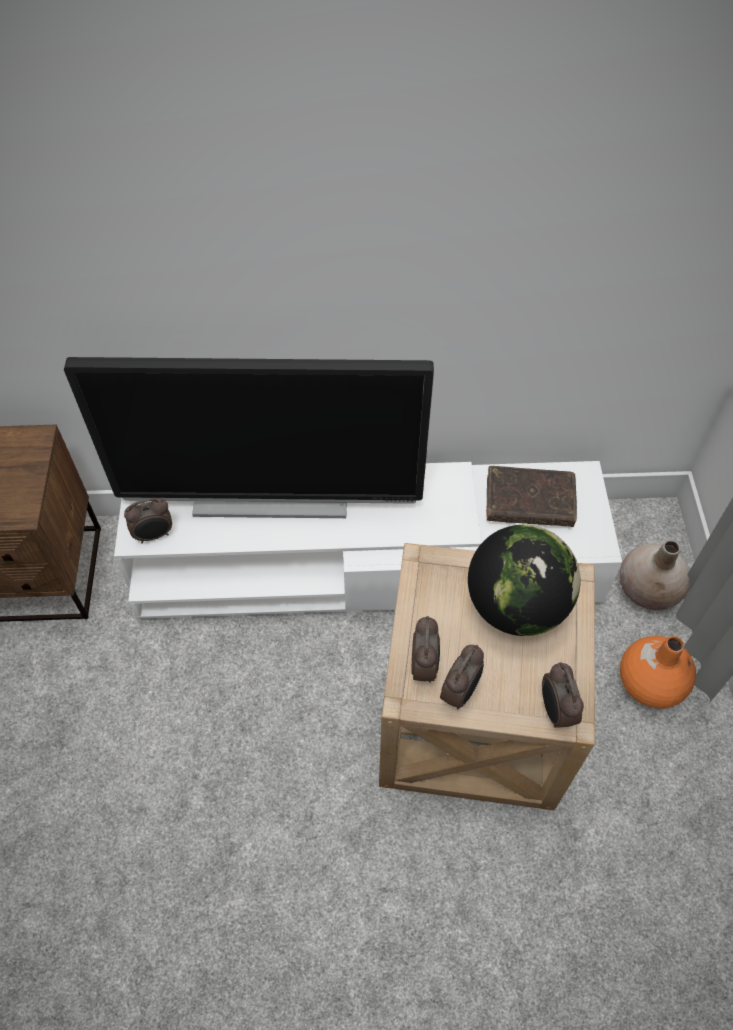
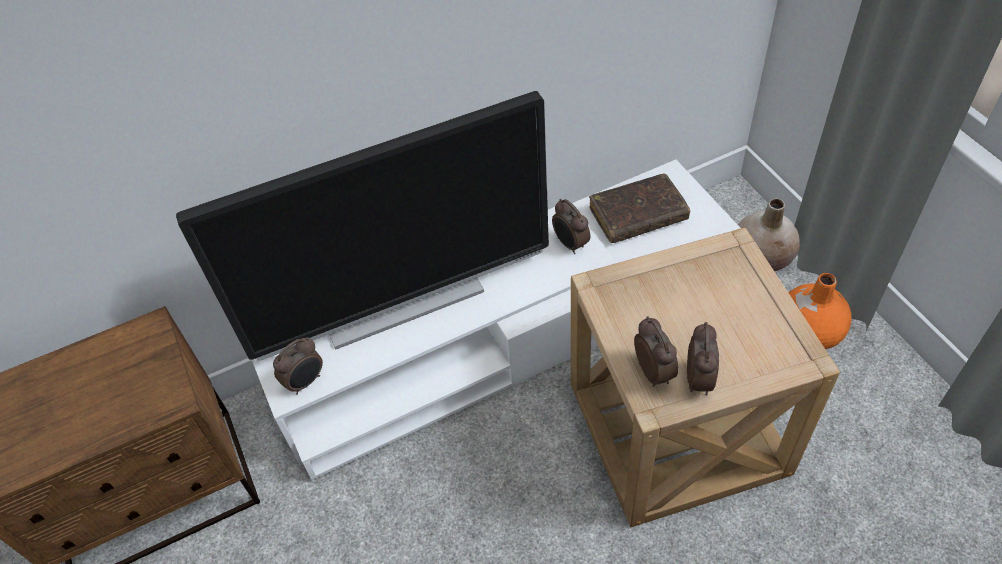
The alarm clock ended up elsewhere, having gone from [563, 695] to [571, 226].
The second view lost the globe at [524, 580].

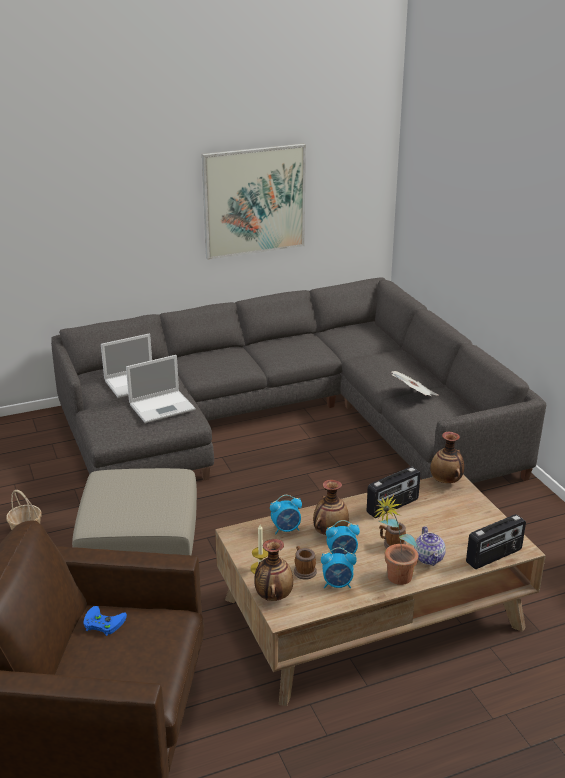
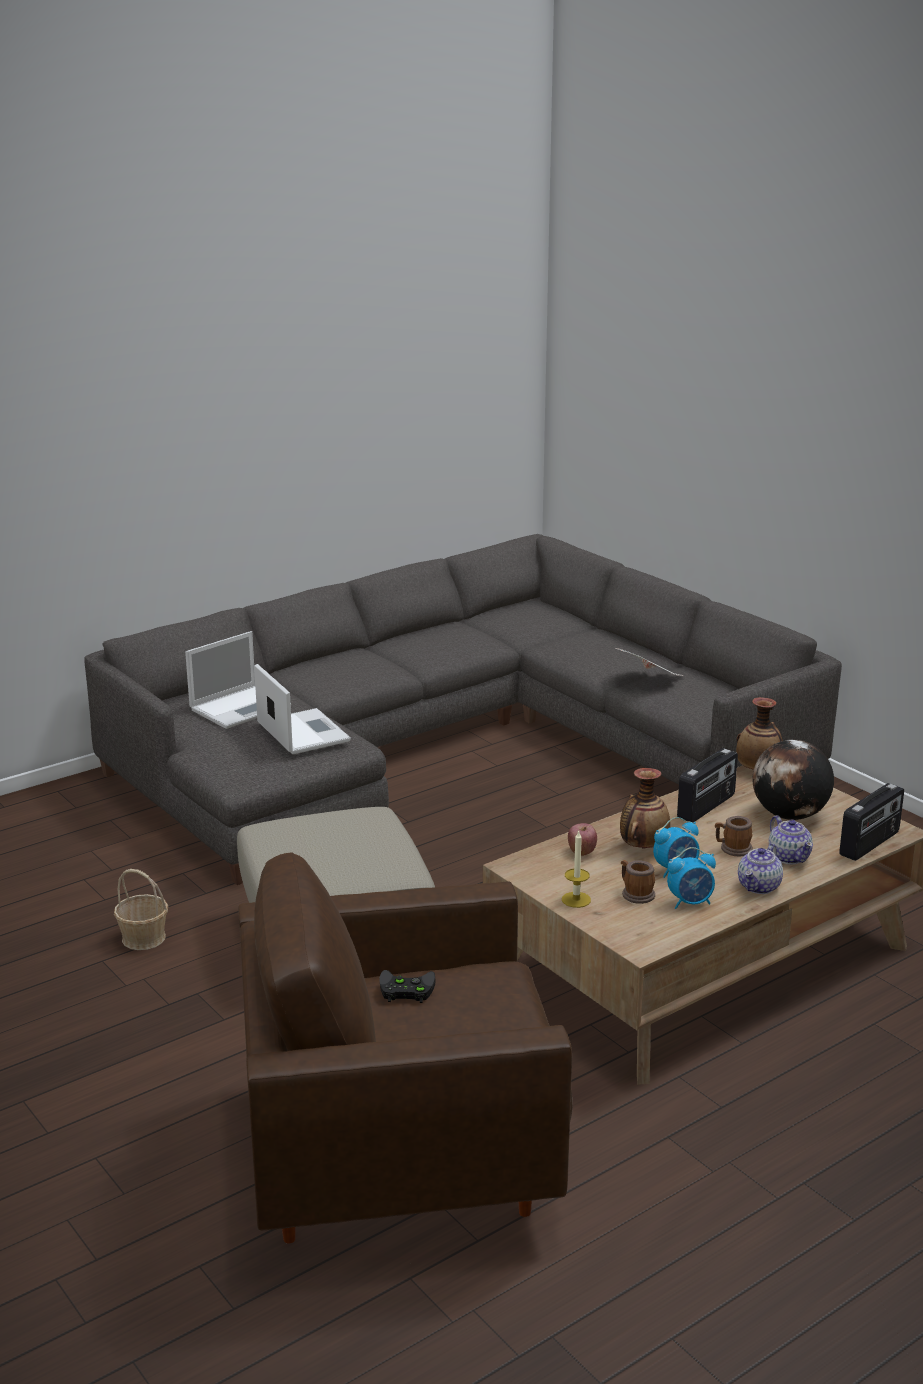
The laptop at [160, 389] ended up facing another way, 75 degrees counterclockwise from before.
What was the joypad/blue at [105, 621] turned into the joypad/black at [407, 986].
Where the alarm clock stood at [286, 515], the apple fruit came to stand at [582, 839].
Where the potted plant stood at [397, 540], the tea pot came to stand at [760, 868].
The second view gained the globe at [793, 779].
The second view lost the picture at [254, 202].
The second view lost the decorative vase at [273, 570].

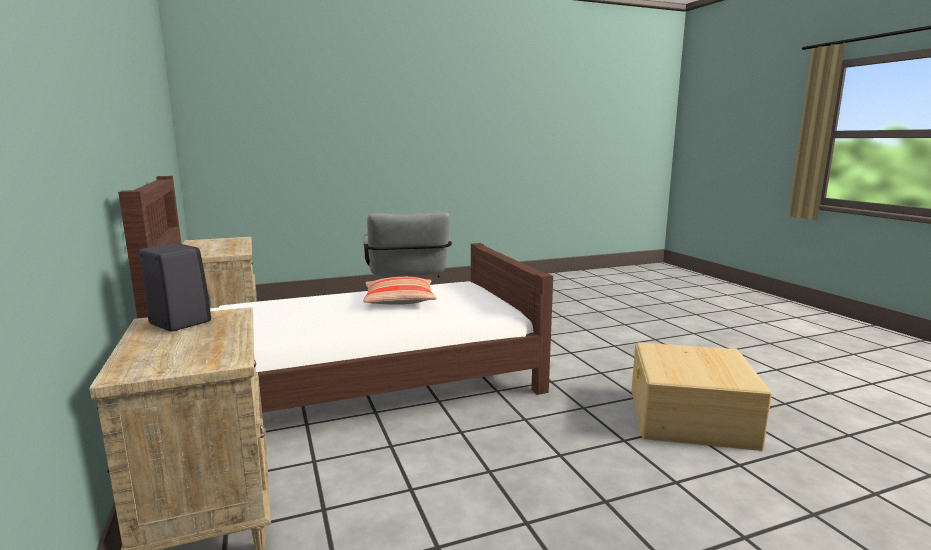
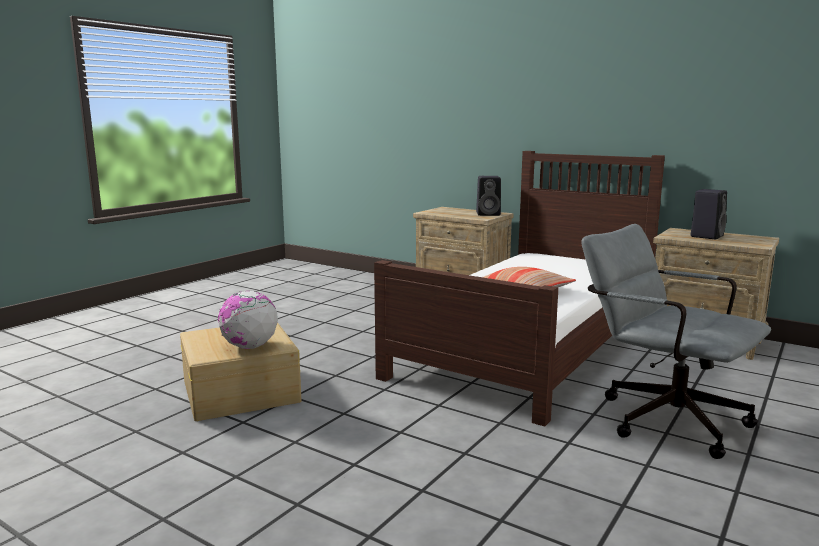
The second view gained the globe at [248, 320].
The second view gained the speaker/black at [709, 214].

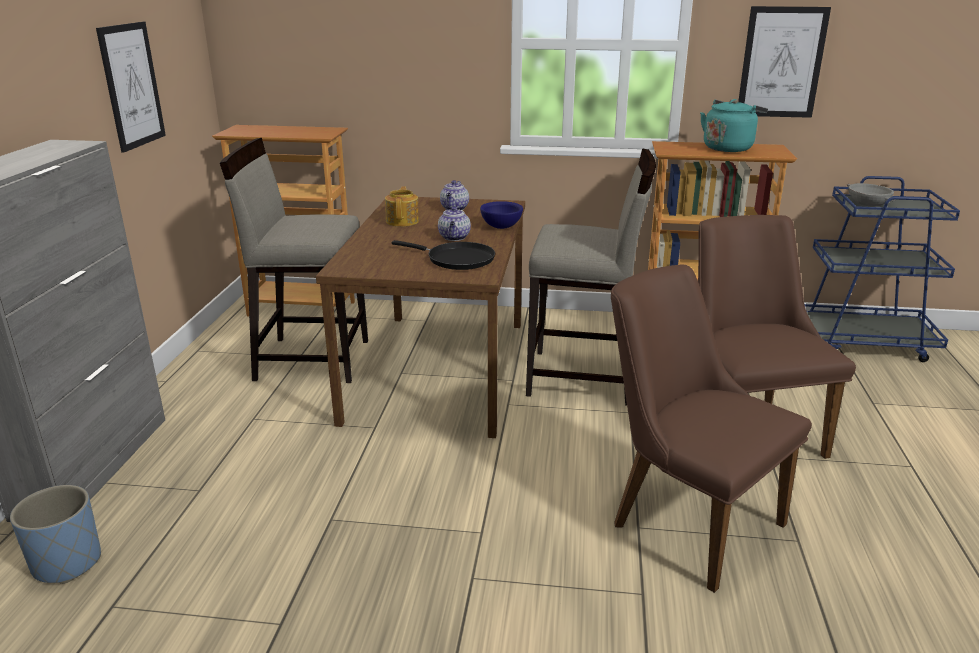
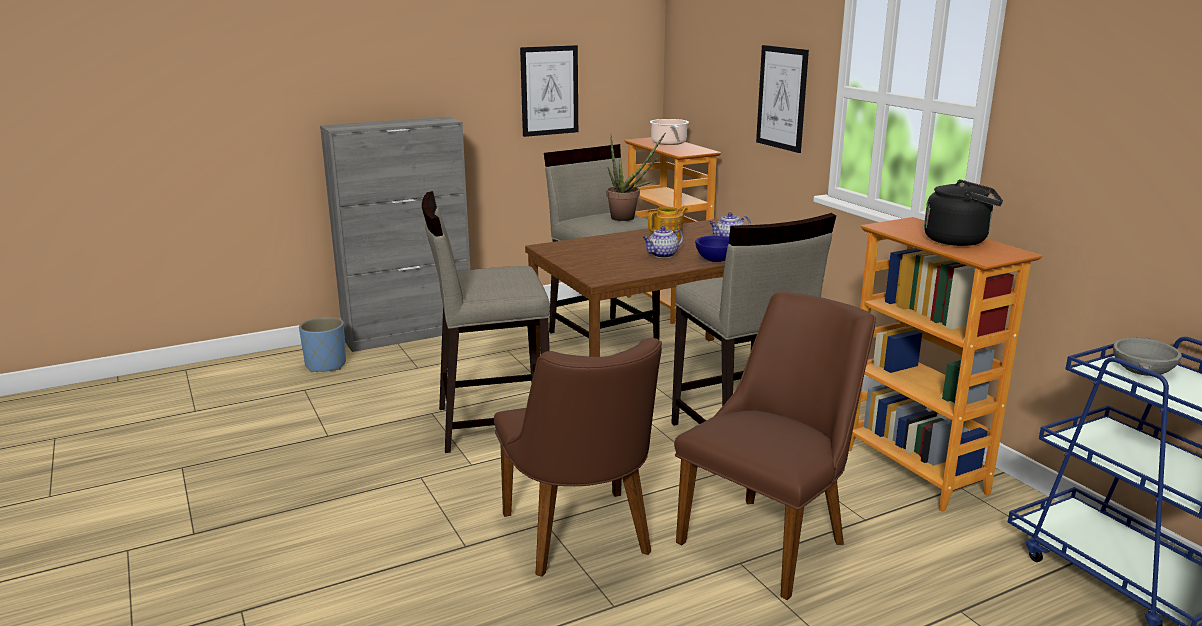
The second view gained the stool/sand-coloured at [486, 322].
The plain chair/brown-coloured at [711, 429] ended up facing another way, 150 degrees clockwise from before.
The second view gained the potted plant at [636, 176].
The second view gained the stockpot at [669, 132].
The picture ended up elsewhere, having gone from [784, 62] to [782, 99].
What was the kettle/blue-green at [734, 125] turned into the kettle/black at [963, 213].
The second view lost the frying pan/black at [443, 255].

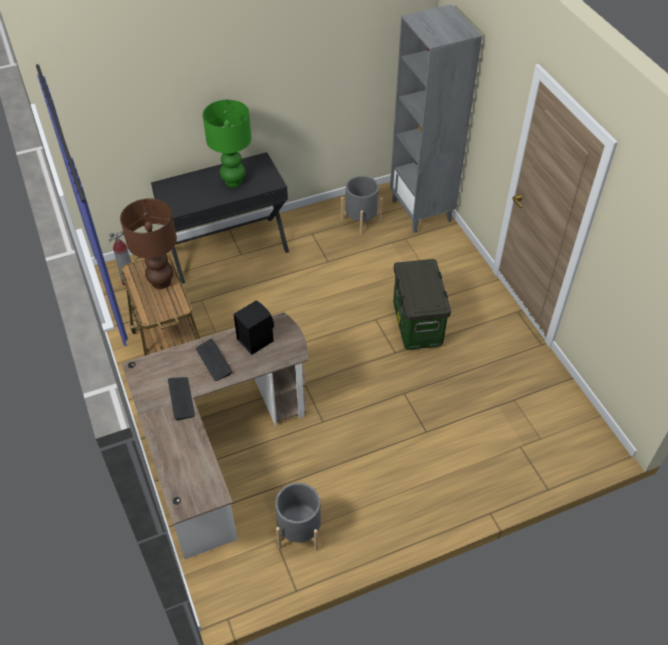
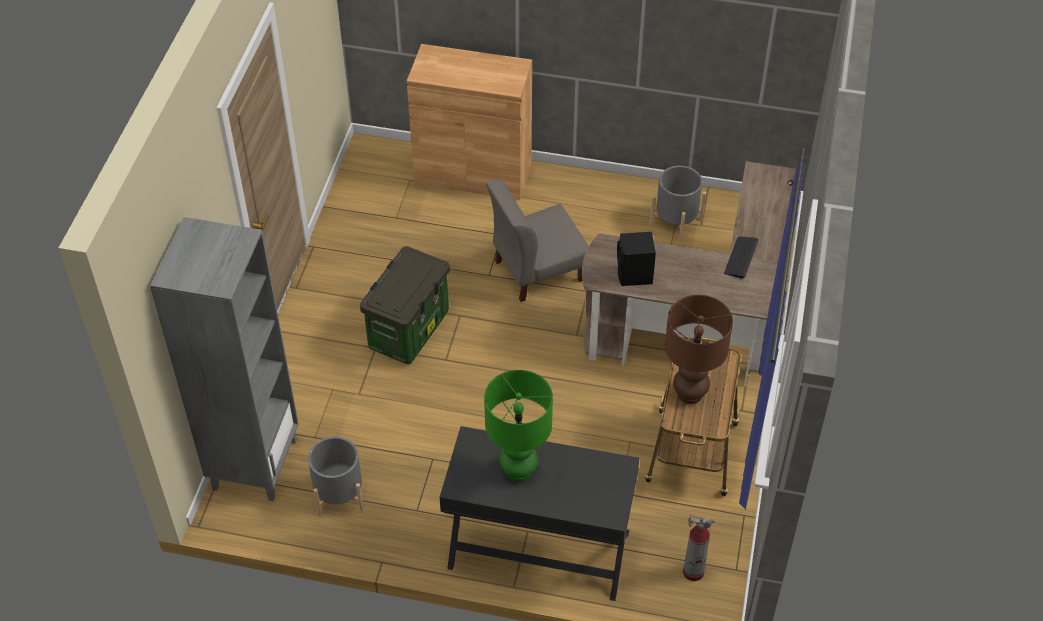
The second view gained the cupboard/brown-coloured at [469, 122].
The second view gained the plain chair/greyish at [537, 241].
The second view lost the keyboard at [214, 360].

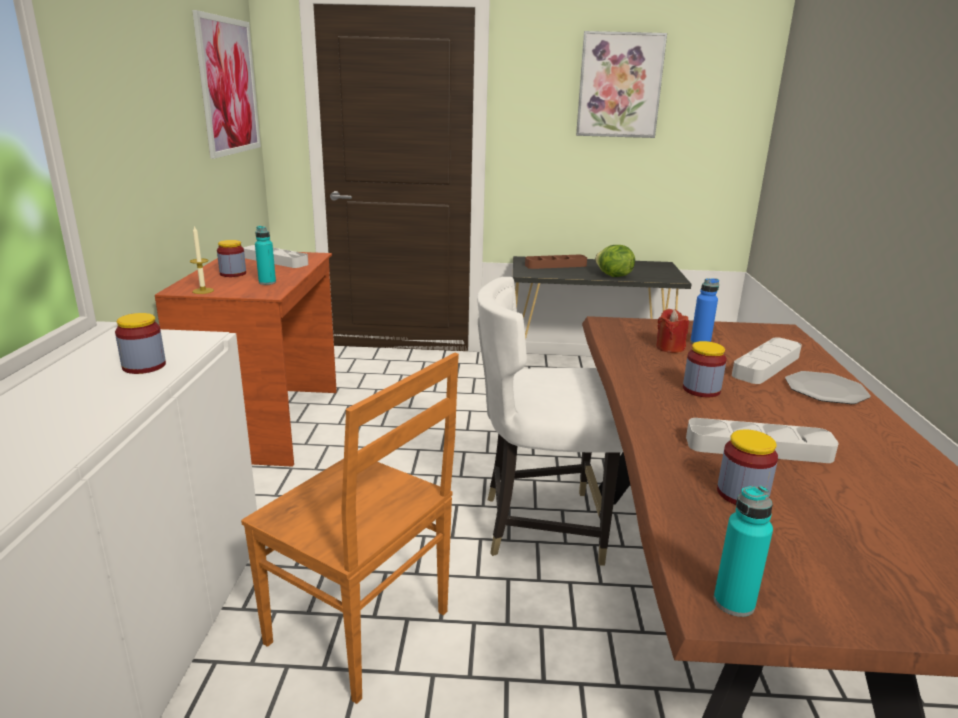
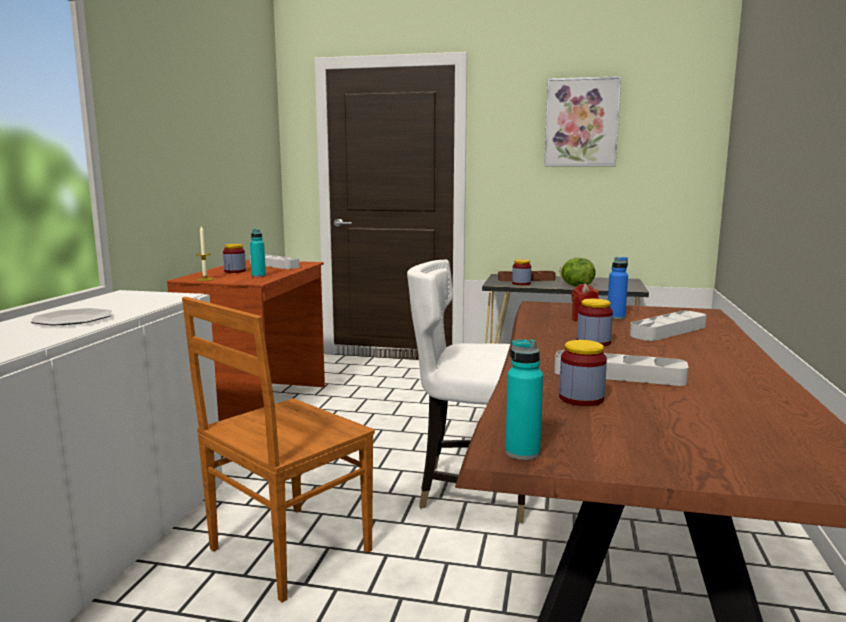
The plate ended up elsewhere, having gone from [828, 387] to [71, 317].
The plain chair/brown-coloured at [350, 528] ended up facing another way, 90 degrees clockwise from before.
The storage jar ended up elsewhere, having gone from [140, 343] to [521, 272].
The second view lost the picture at [226, 84].

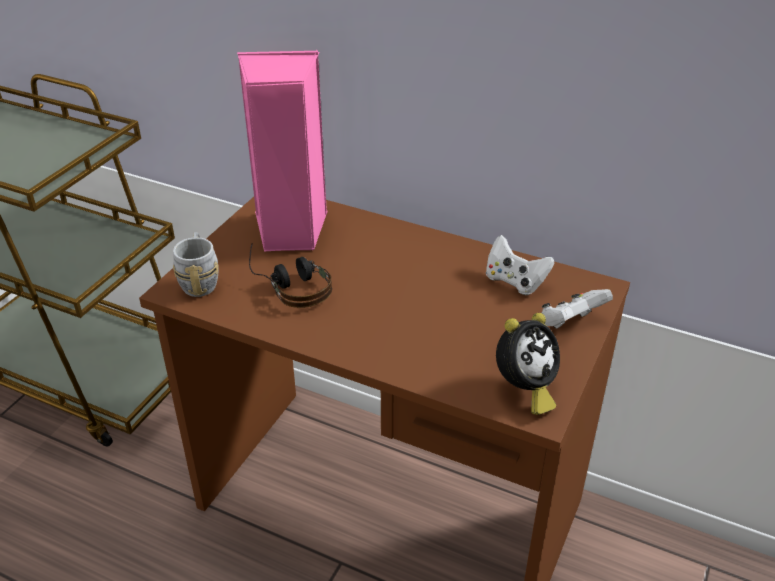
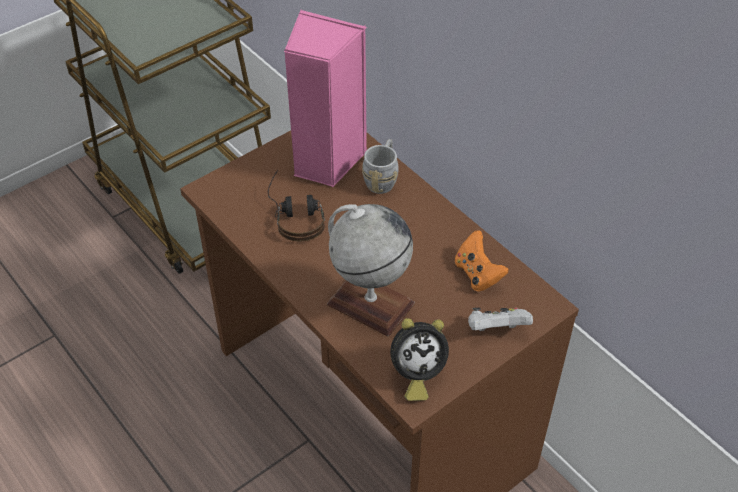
The second view gained the globe at [371, 270].
The mug/greyish ended up elsewhere, having gone from [196, 264] to [380, 166].
What was the joypad/whitish at [520, 265] turned into the joypad/orange at [482, 261].

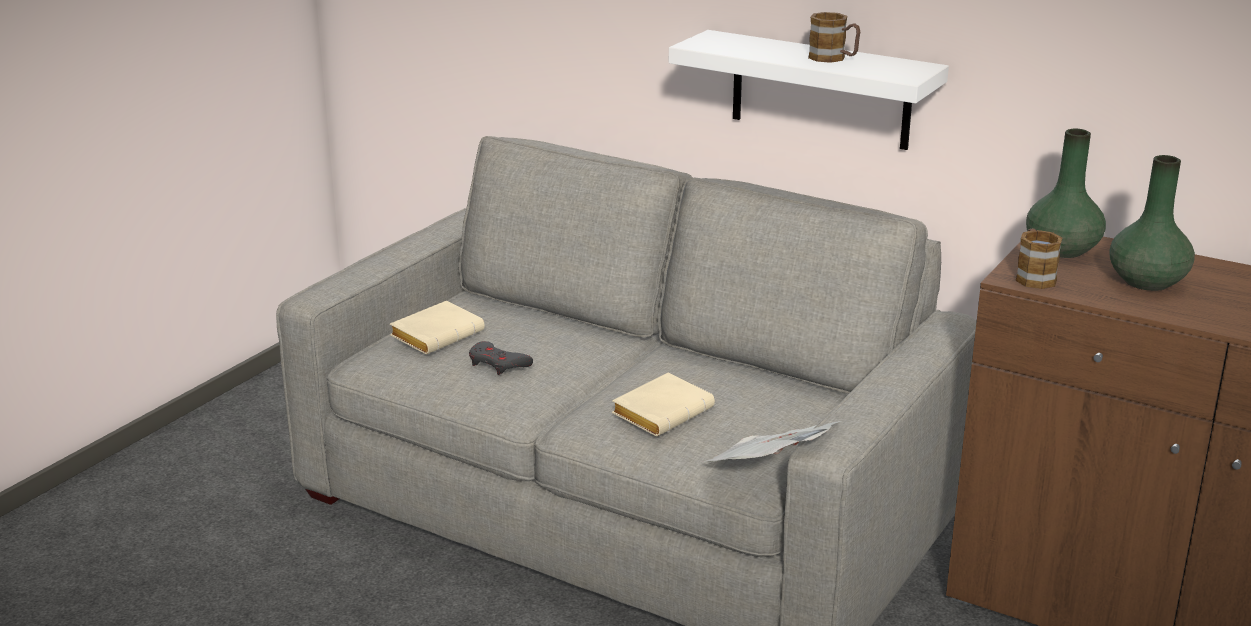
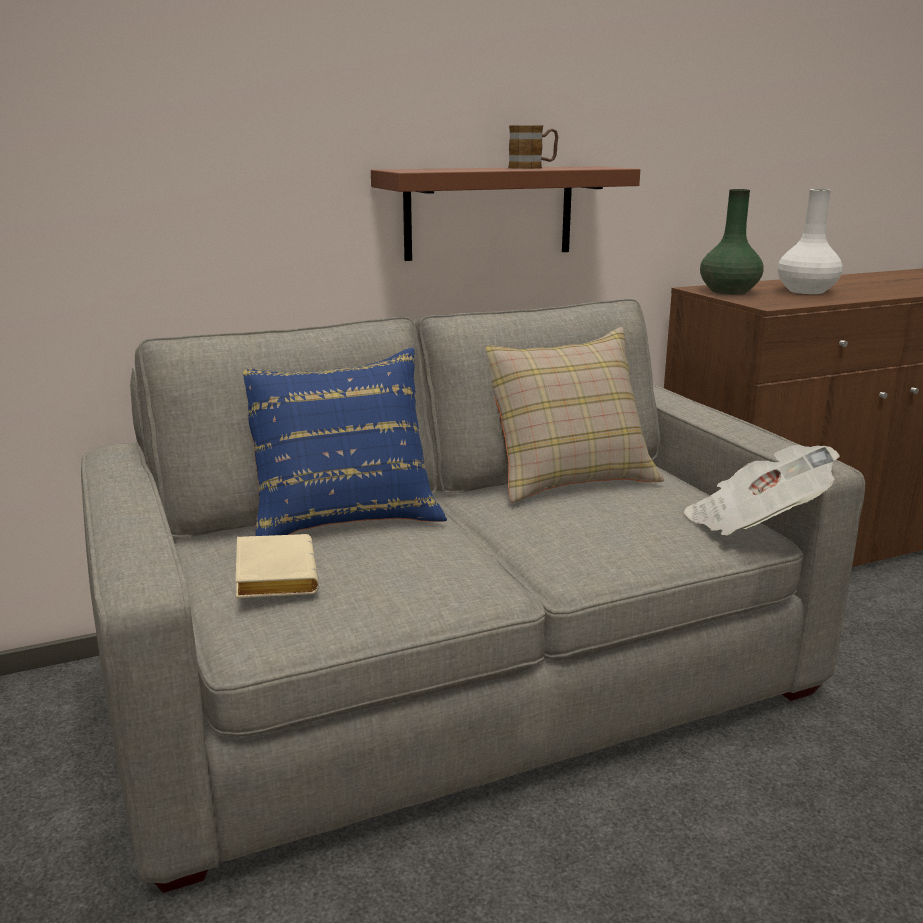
The second view gained the pillow/blue at [345, 442].
What was the wall shelf/whitish at [809, 90] turned into the wall shelf/brown-coloured at [505, 213].
The second view gained the pillow/sand-coloured at [575, 415].
What was the decorative vase/greenish at [1152, 223] turned into the decorative vase/whitish at [809, 241].
The second view lost the joypad/greyish at [501, 358].
The second view lost the book/sand-coloured at [663, 404].
The second view lost the mug at [1039, 259].

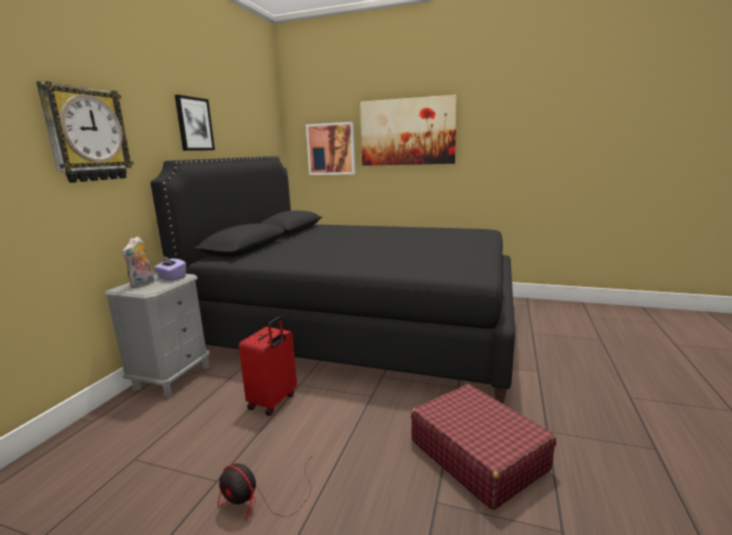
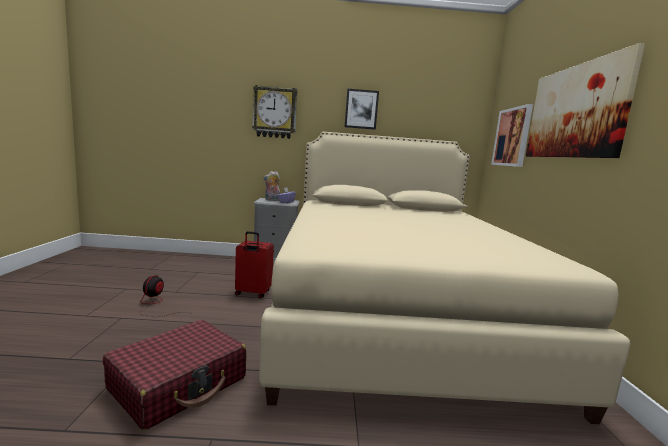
What was the bedroom bed/black at [332, 279] turned into the bedroom bed/sand-coloured at [444, 278].

